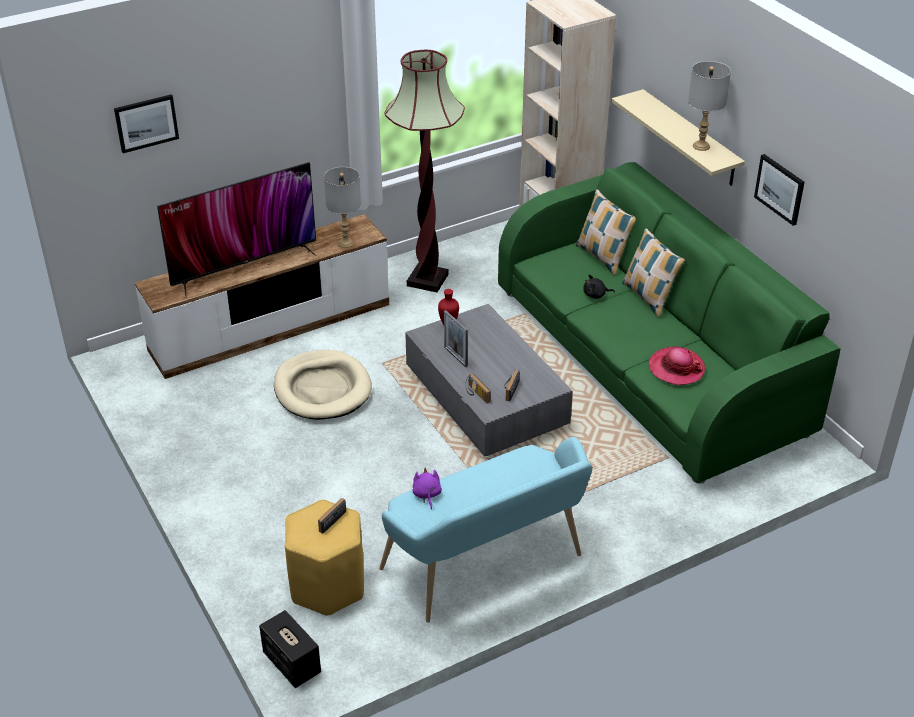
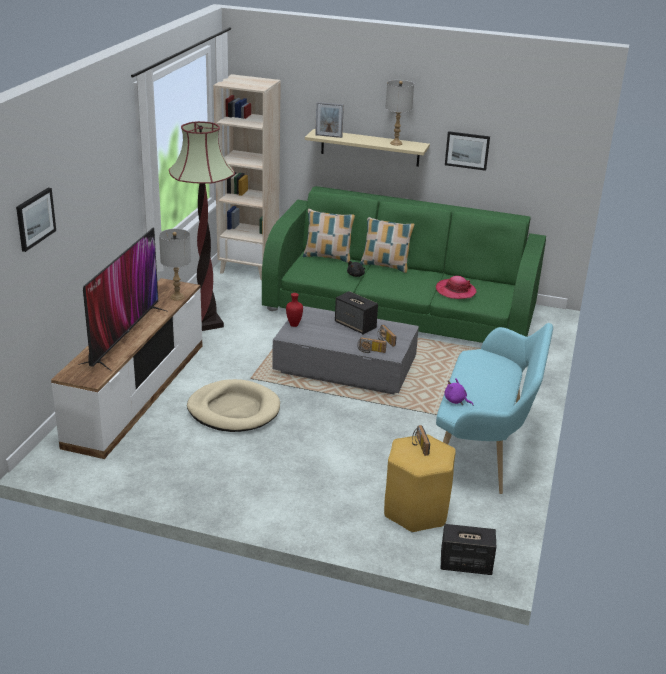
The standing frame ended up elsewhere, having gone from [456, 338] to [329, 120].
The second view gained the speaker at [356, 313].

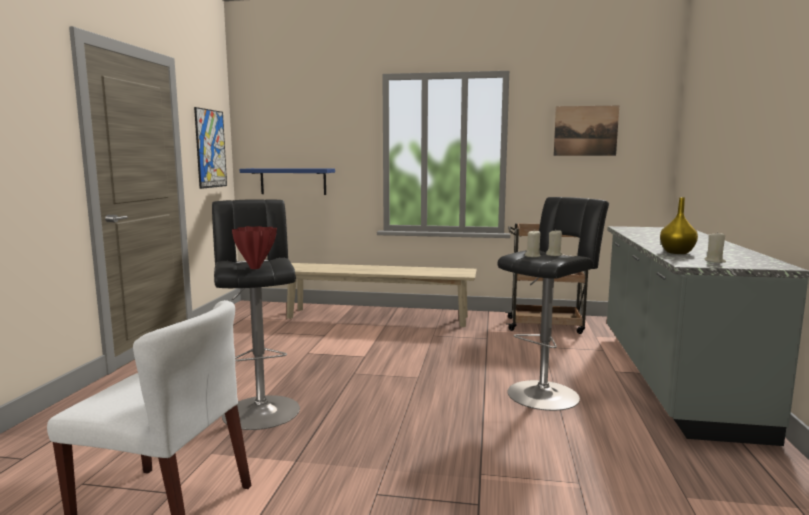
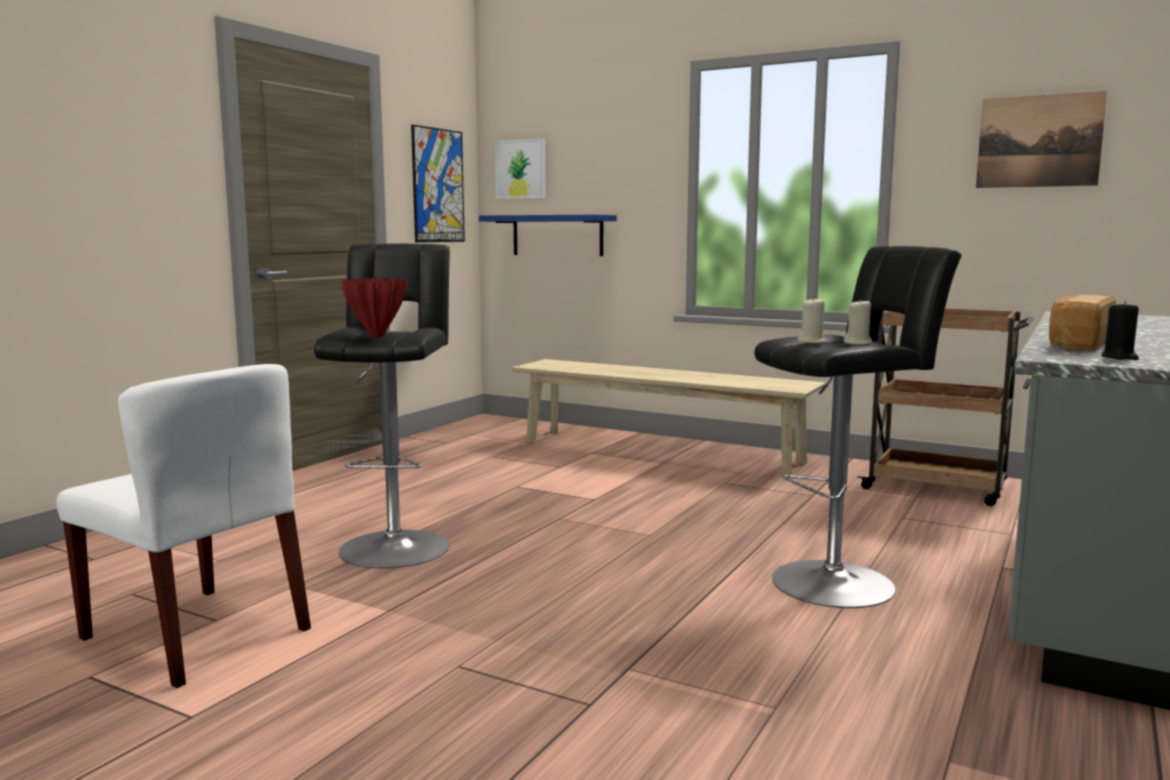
The second view gained the picture at [520, 169].
Where the decorative vase/yellow-coloured stood at [679, 225], the bread came to stand at [1082, 323].
What was the candle/sand-coloured at [715, 247] turned into the candle/black at [1120, 330].

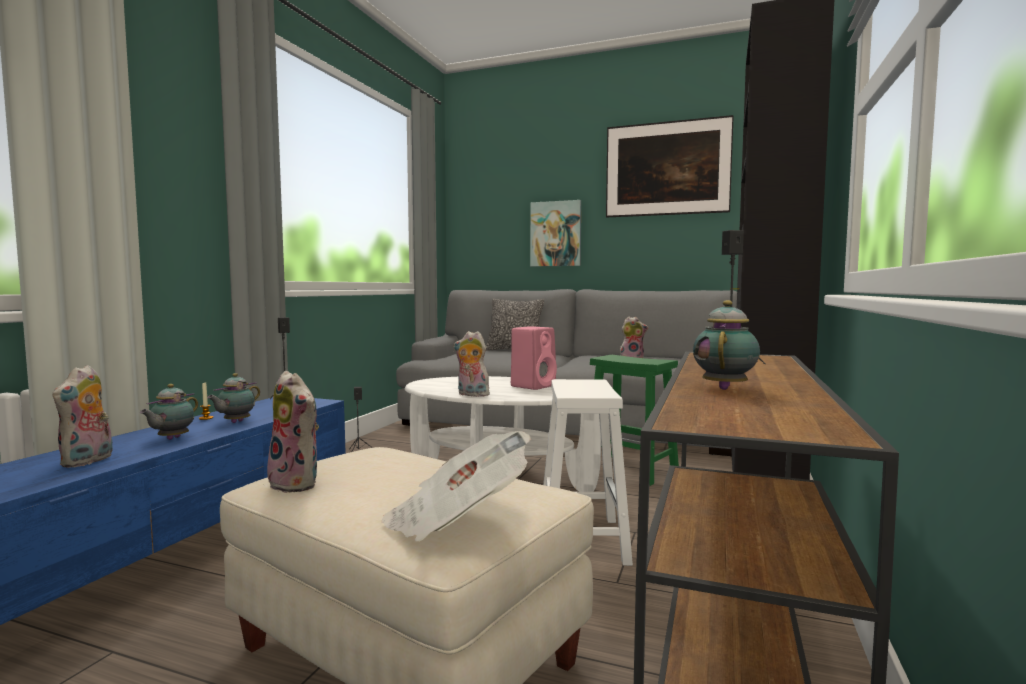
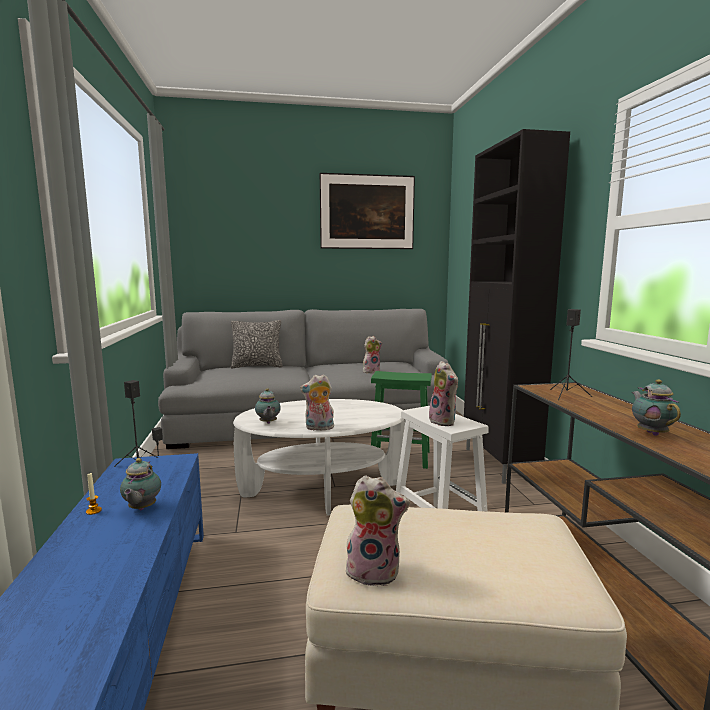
The tea pot ended up elsewhere, having gone from [169, 412] to [268, 406].
The cuddly toy ended up elsewhere, having gone from [82, 416] to [443, 393].
The second view lost the newspaper at [456, 486].
The second view lost the speaker/pink-coloured at [534, 358].
The second view lost the picture at [555, 233].

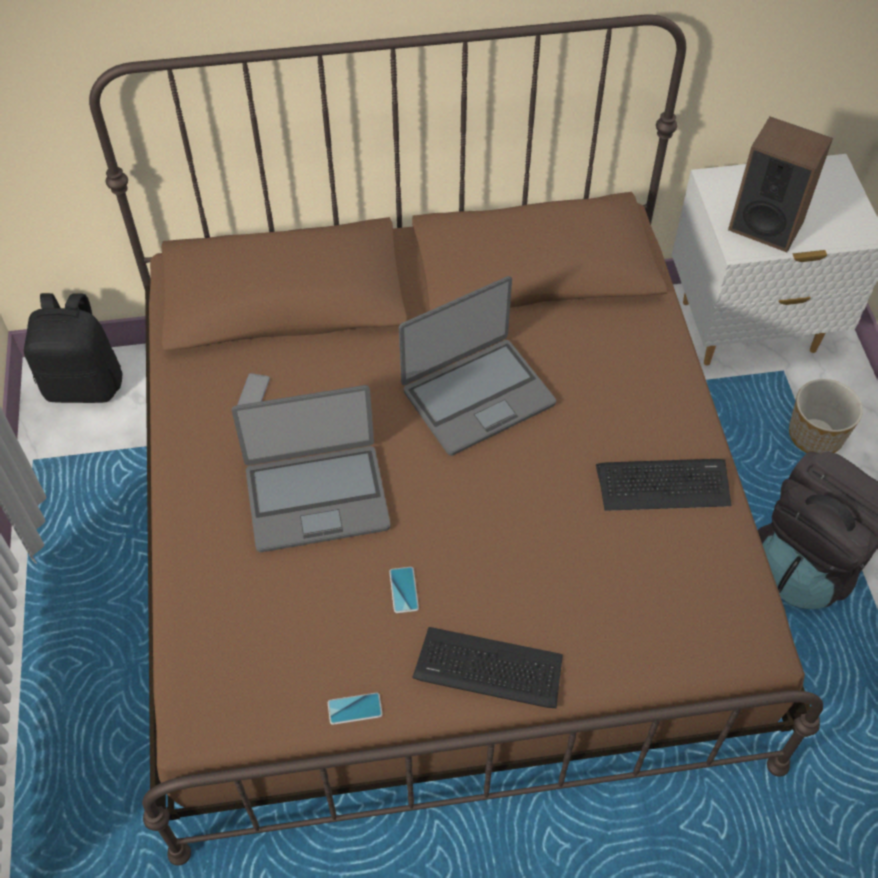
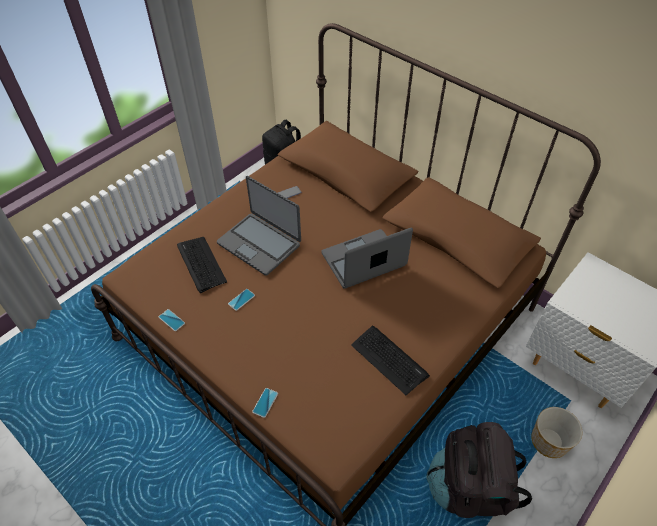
The keyboard ended up elsewhere, having gone from [487, 667] to [202, 265].
The second view gained the phone at [265, 403].
The laptop at [477, 366] ended up facing another way, 135 degrees clockwise from before.
The second view lost the speaker at [780, 184].

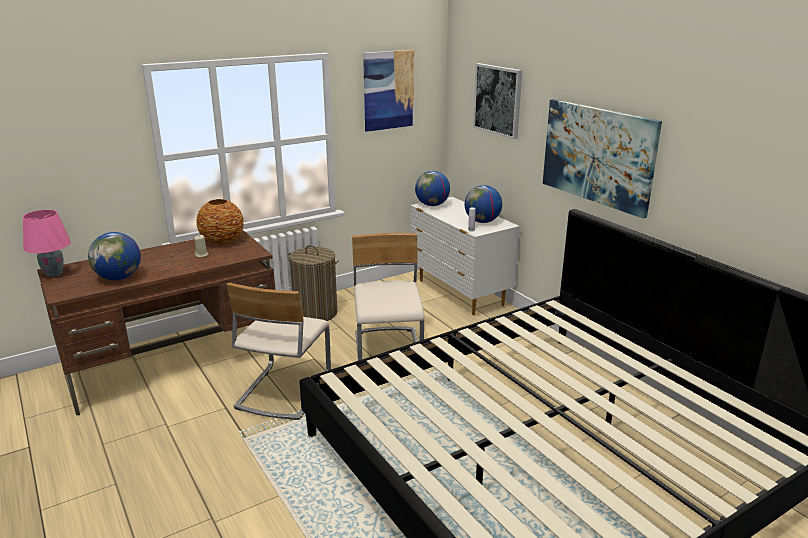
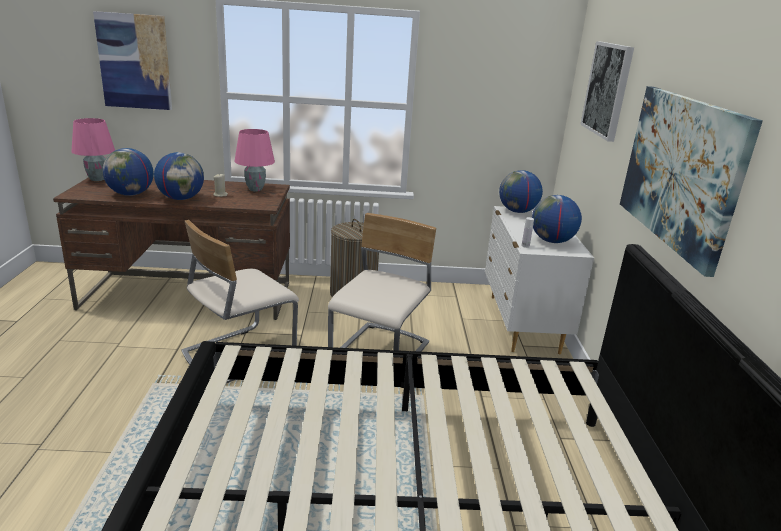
The picture ended up elsewhere, having gone from [388, 91] to [132, 60].
The second view gained the globe at [179, 176].
Where the decorative vase stood at [220, 222], the table lamp/pink-coloured came to stand at [254, 160].

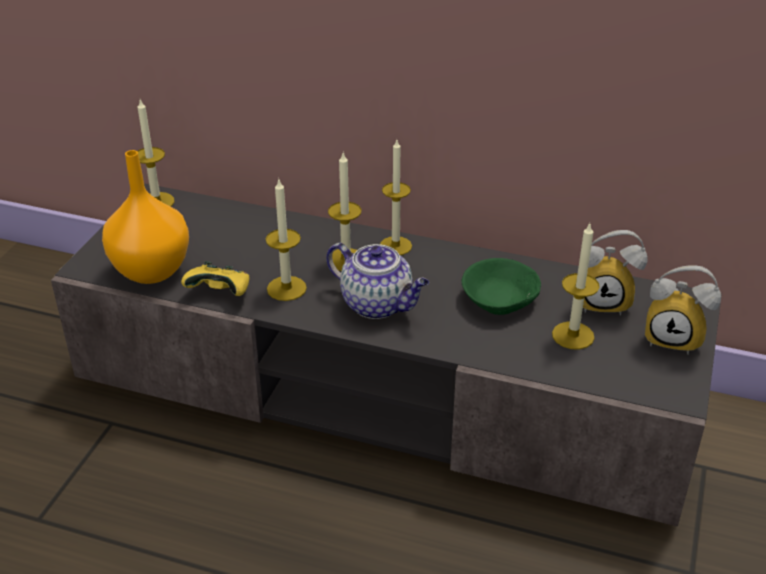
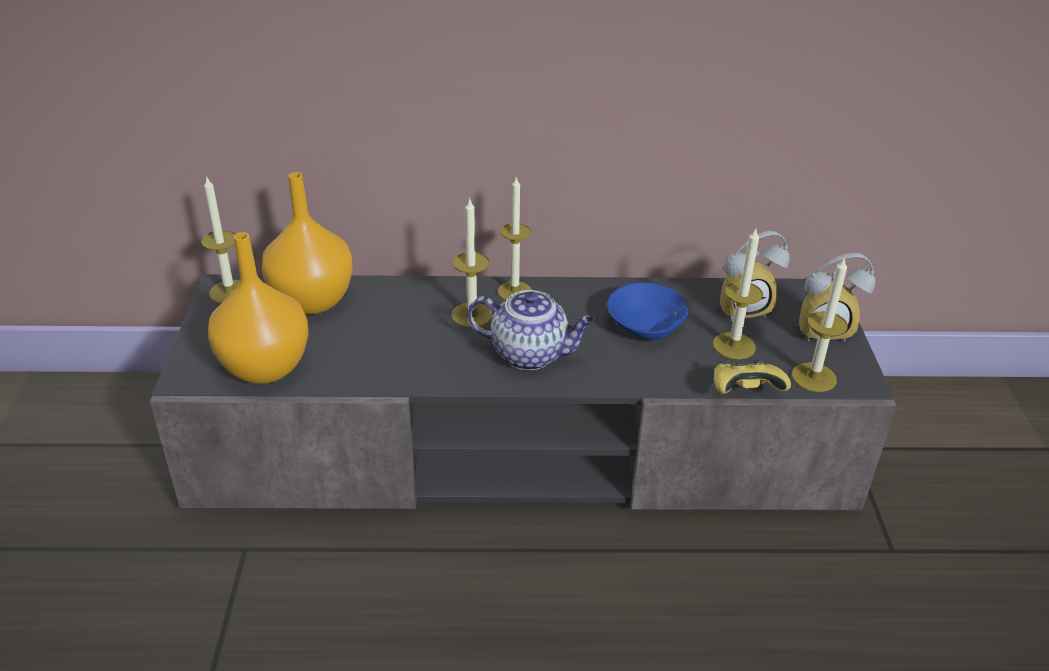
The second view gained the decorative vase/orange at [307, 243].
What was the serving bowl/greenish at [501, 286] turned into the serving bowl/blue at [647, 311].
The joypad/yellow-coloured ended up elsewhere, having gone from [215, 278] to [752, 377].
The candle ended up elsewhere, having gone from [286, 240] to [820, 324].

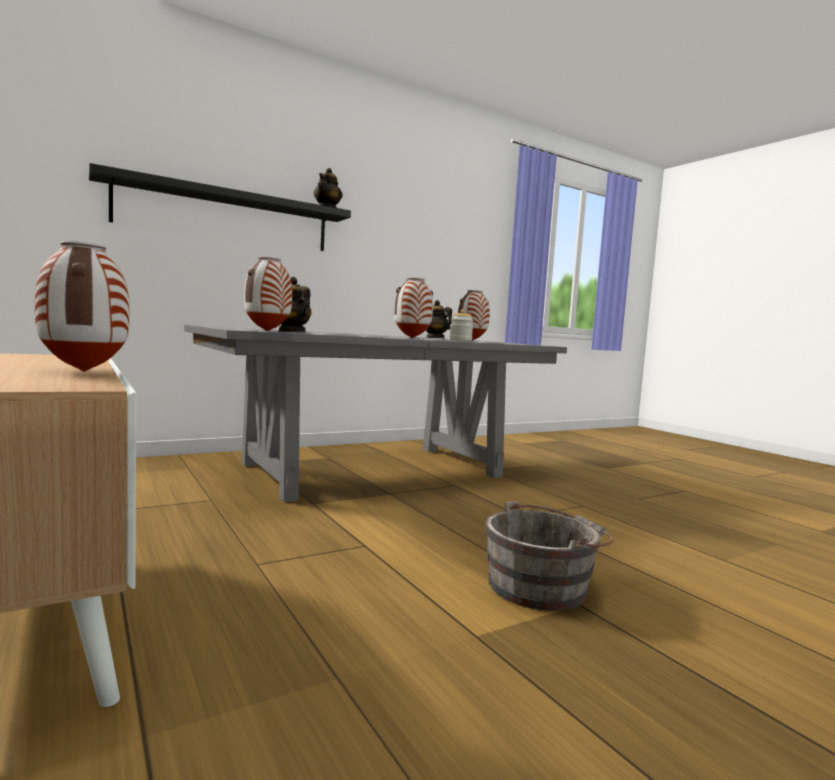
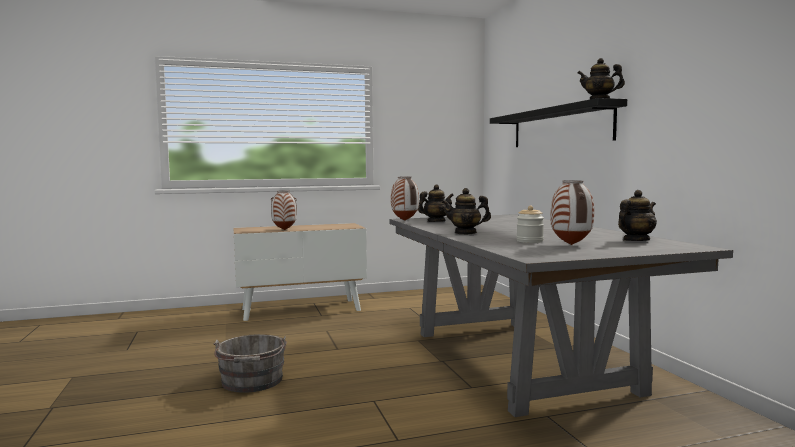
Where the decorative vase stood at [413, 307], the tea pot came to stand at [466, 211].

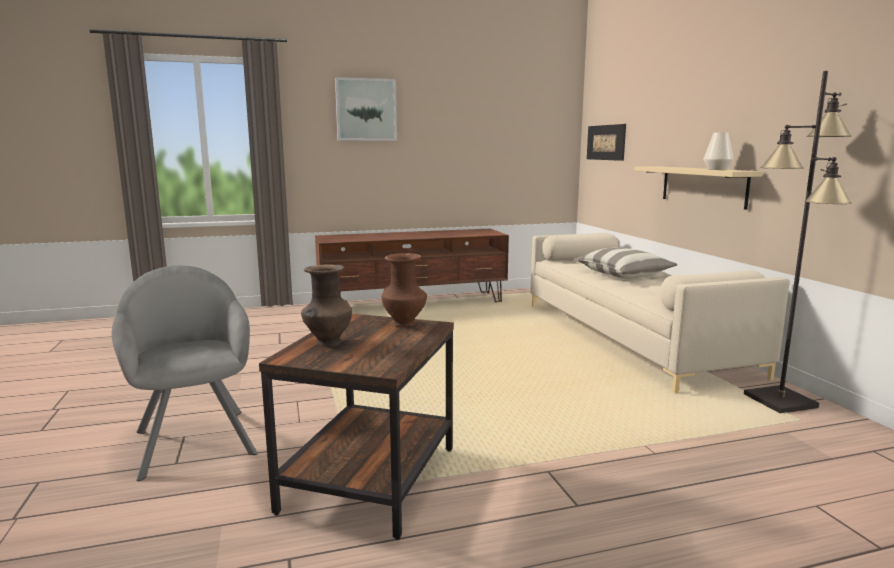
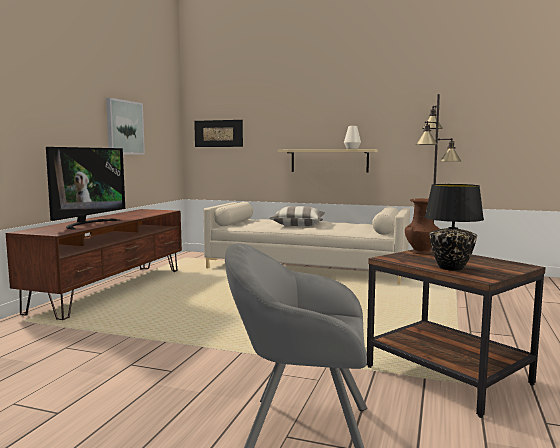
The second view gained the television at [85, 188].
The picture ended up elsewhere, having gone from [366, 109] to [125, 126].
Where the decorative vase/brown-coloured stood at [326, 305], the table lamp/black came to stand at [454, 227].

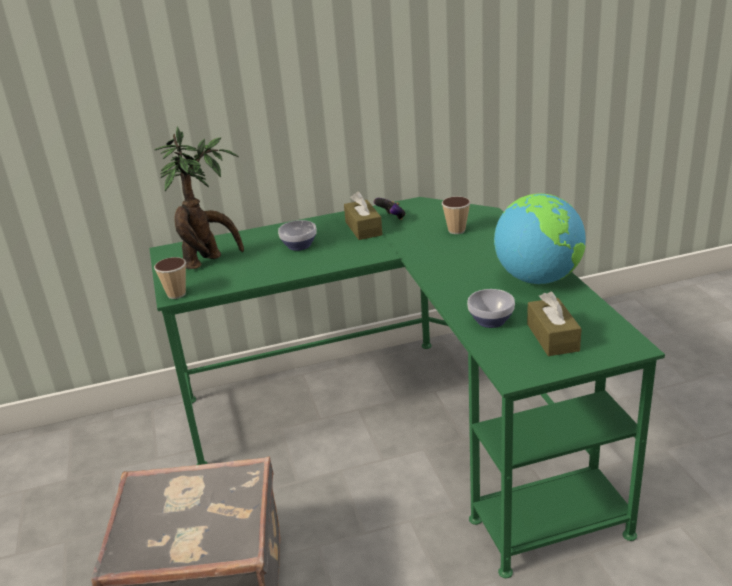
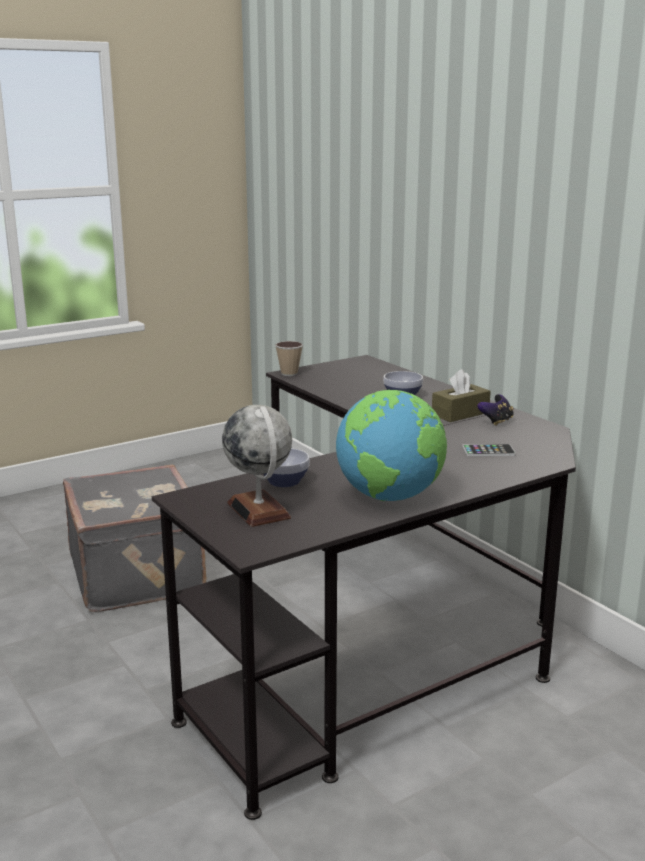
What was the desk table/greenish at [407, 387] turned into the desk table/black at [364, 587].
Where the tissue box/brown-coloured stood at [554, 324], the globe came to stand at [257, 466].
Where the drinking cup stood at [456, 215], the phone came to stand at [489, 450].
The second view lost the potted plant at [199, 198].

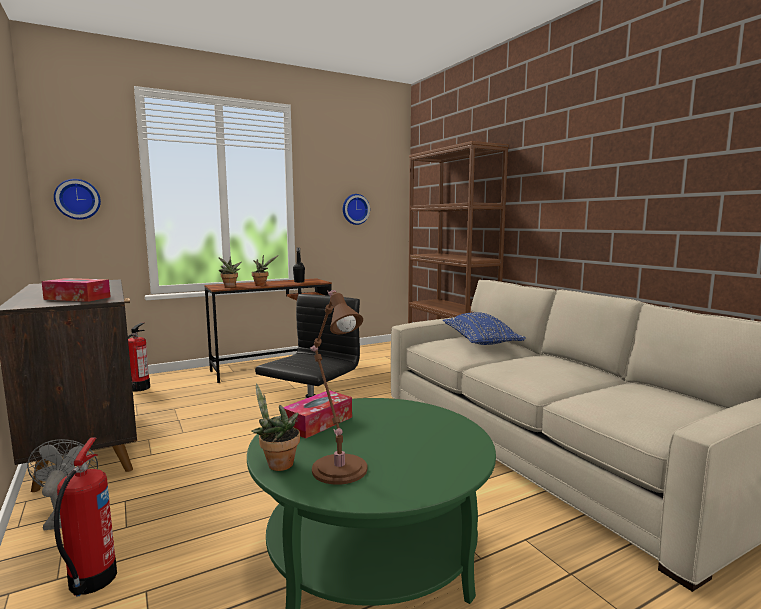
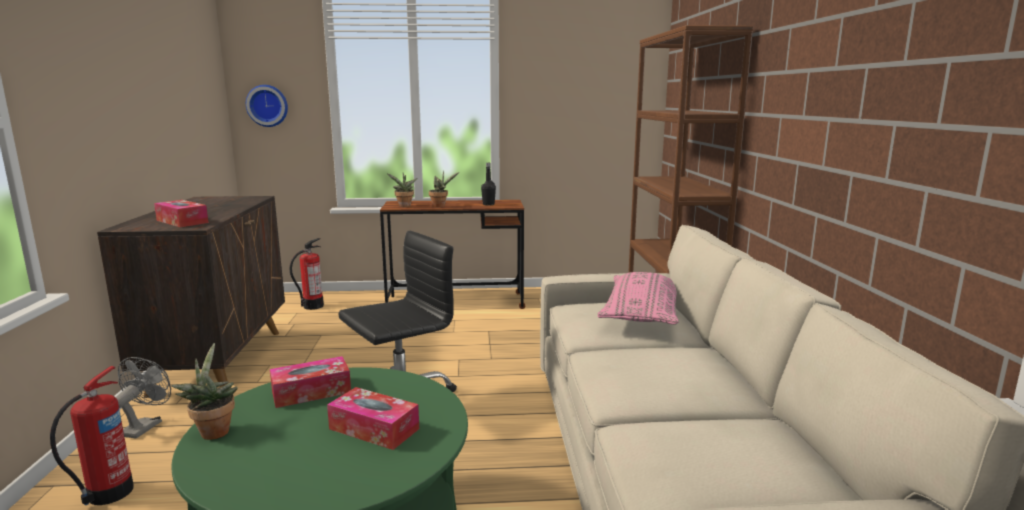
The second view gained the tissue box at [373, 418].
What was the pillow/blue at [484, 328] turned into the pillow/pink-coloured at [638, 298].
The second view lost the table lamp/brown-coloured at [338, 387].
The second view lost the wall clock at [356, 209].

